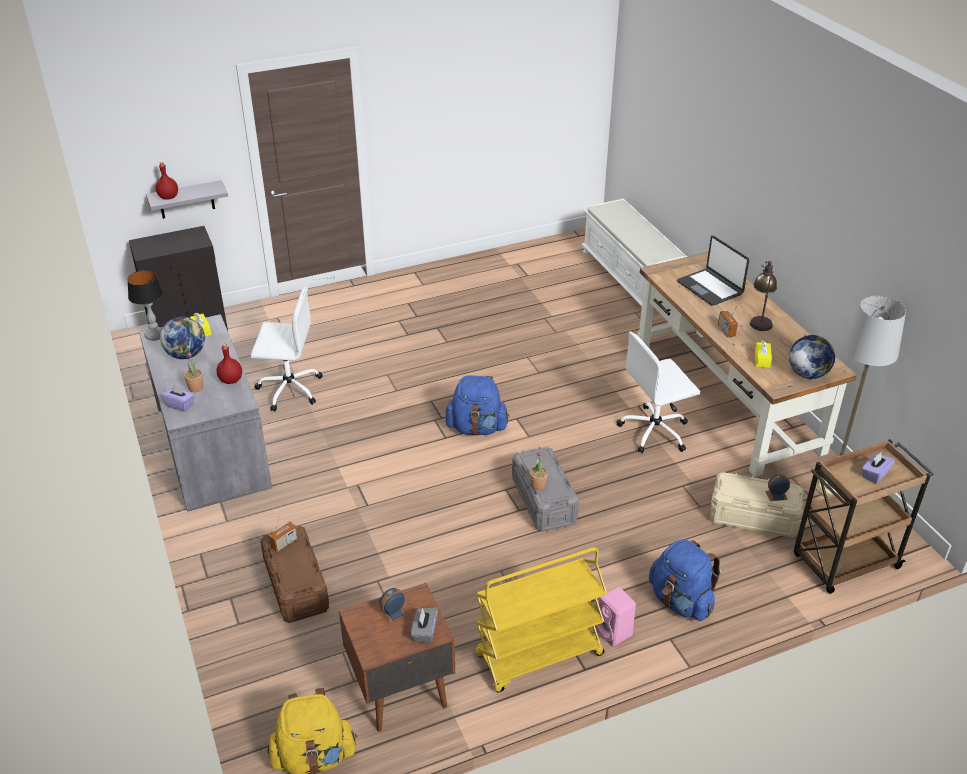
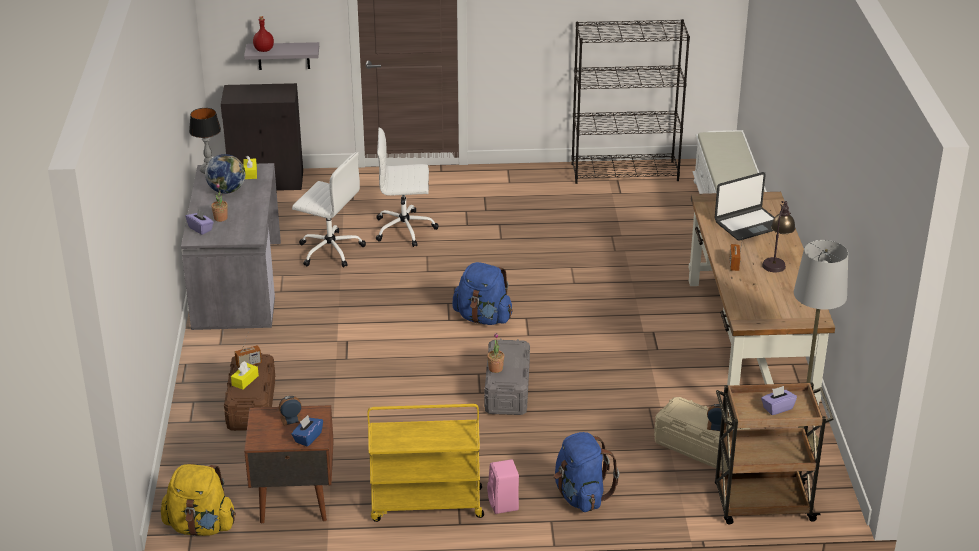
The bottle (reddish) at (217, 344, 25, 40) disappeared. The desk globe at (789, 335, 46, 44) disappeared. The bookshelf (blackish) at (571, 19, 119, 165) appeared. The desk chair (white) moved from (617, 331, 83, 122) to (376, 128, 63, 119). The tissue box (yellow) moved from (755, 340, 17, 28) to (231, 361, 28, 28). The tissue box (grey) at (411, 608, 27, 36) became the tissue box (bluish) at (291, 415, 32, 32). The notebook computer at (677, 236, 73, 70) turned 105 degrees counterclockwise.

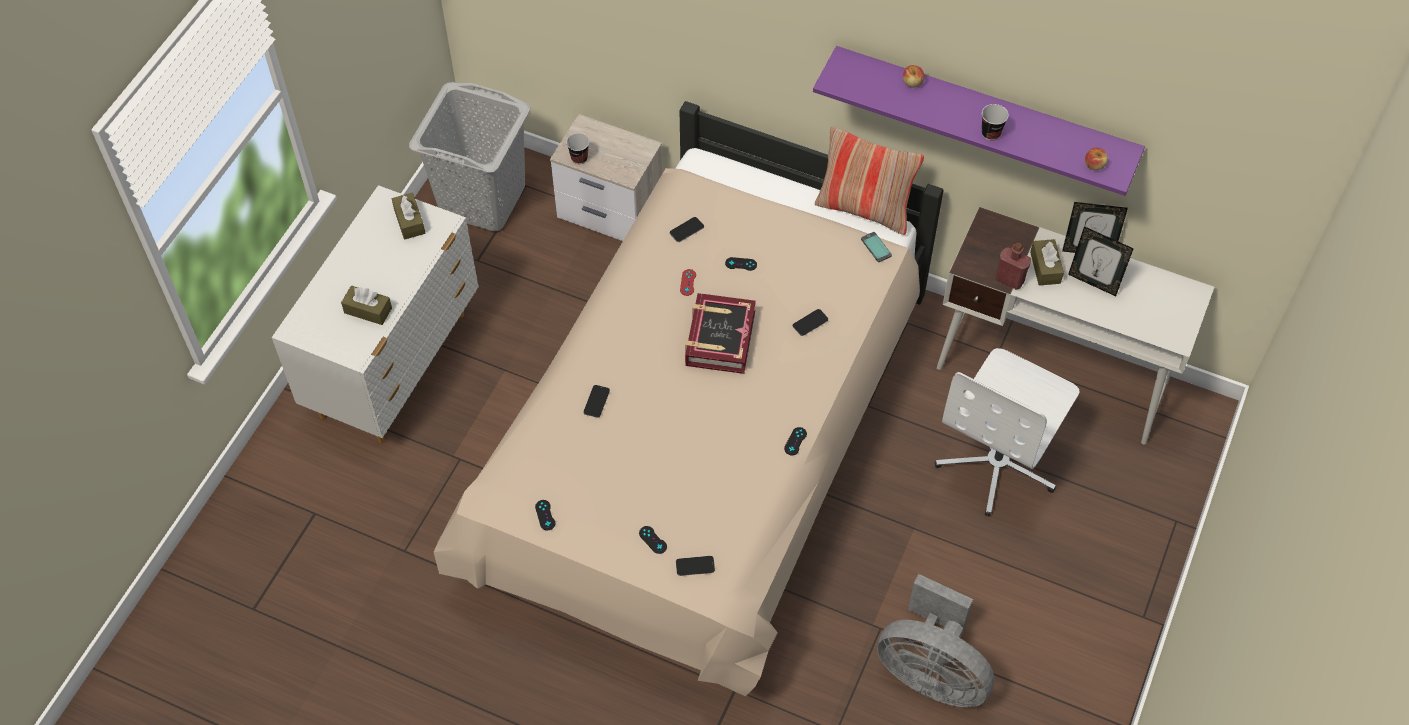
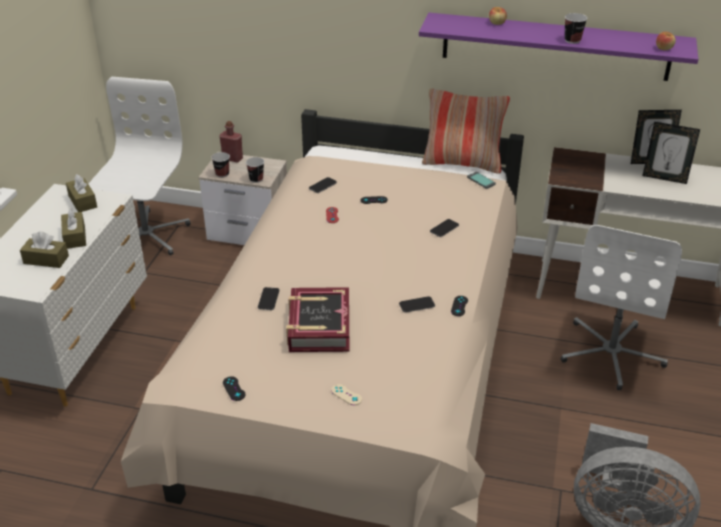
The cup at (246, 157, 18, 26) appeared. The telephone moved from (676, 556, 39, 20) to (399, 296, 36, 17). The bound book moved from (685, 293, 71, 81) to (286, 287, 63, 65). The bottle (reddish) moved from (996, 243, 35, 47) to (219, 121, 24, 42). The tissue box (brown-coloured) moved from (1030, 239, 34, 47) to (61, 208, 25, 41). The laundry basket (grey) at (409, 82, 121, 149) was replaced by the desk chair (white) at (89, 77, 102, 178). The gamepad (blackish) at (639, 526, 28, 28) became the gamepad (sand-coloured) at (331, 384, 31, 21).

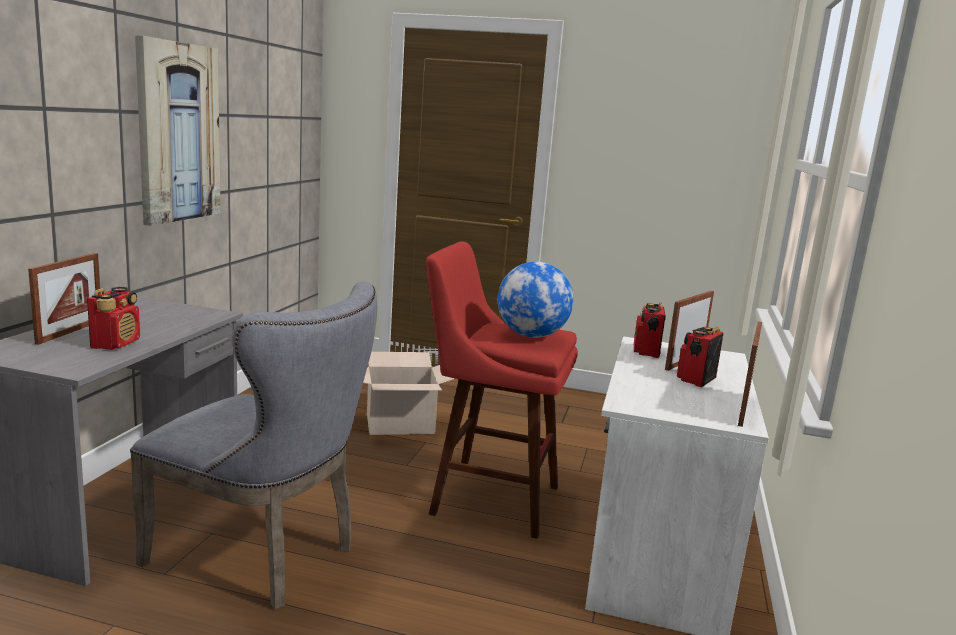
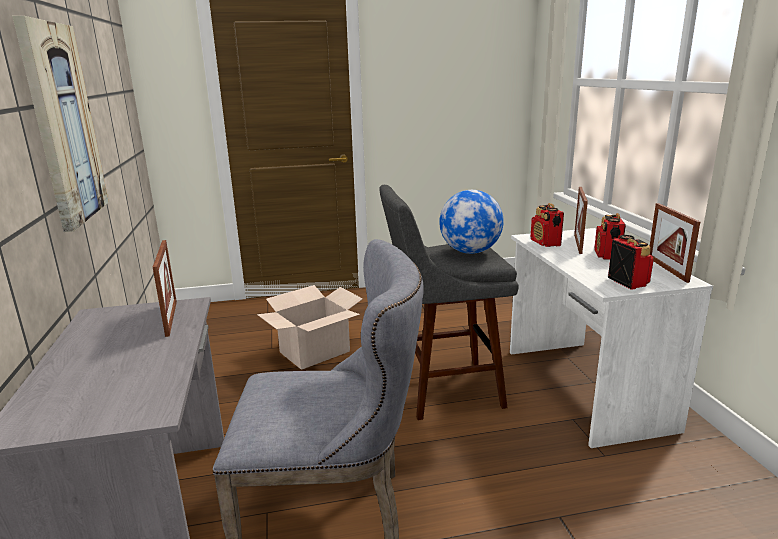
The photo frame moved from (28, 253, 73, 92) to (153, 240, 24, 97). The radio receiver moved from (87, 287, 53, 63) to (608, 235, 46, 55). The stool seat (reddish) at (426, 241, 152, 298) became the stool seat (grey) at (379, 185, 140, 235).

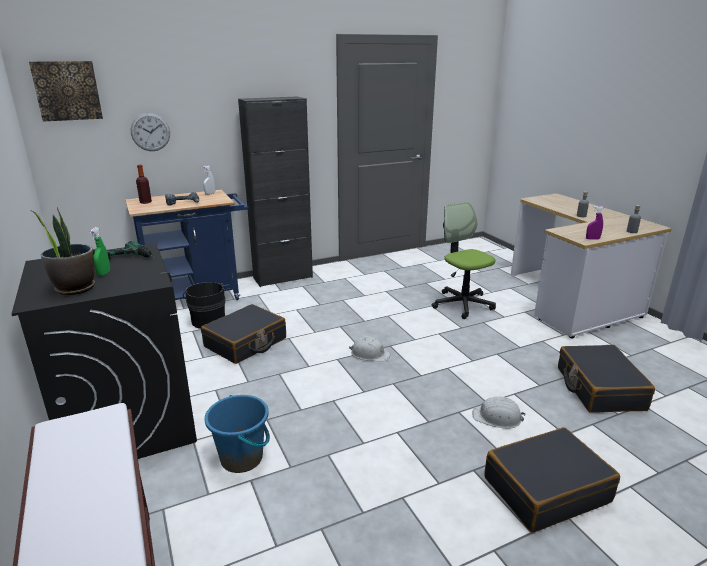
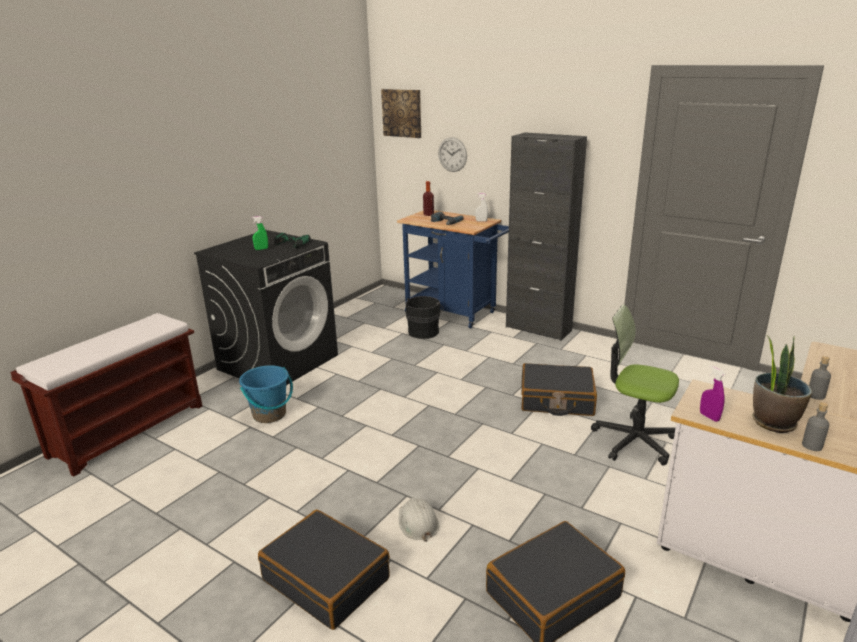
The hard hat (white) at (349, 336, 42, 26) disappeared. The potted plant moved from (32, 207, 63, 88) to (752, 336, 60, 97). The suitcase (blackish) moved from (201, 304, 85, 60) to (521, 363, 76, 53). The desk chair at (432, 201, 64, 118) turned 90 degrees counterclockwise.

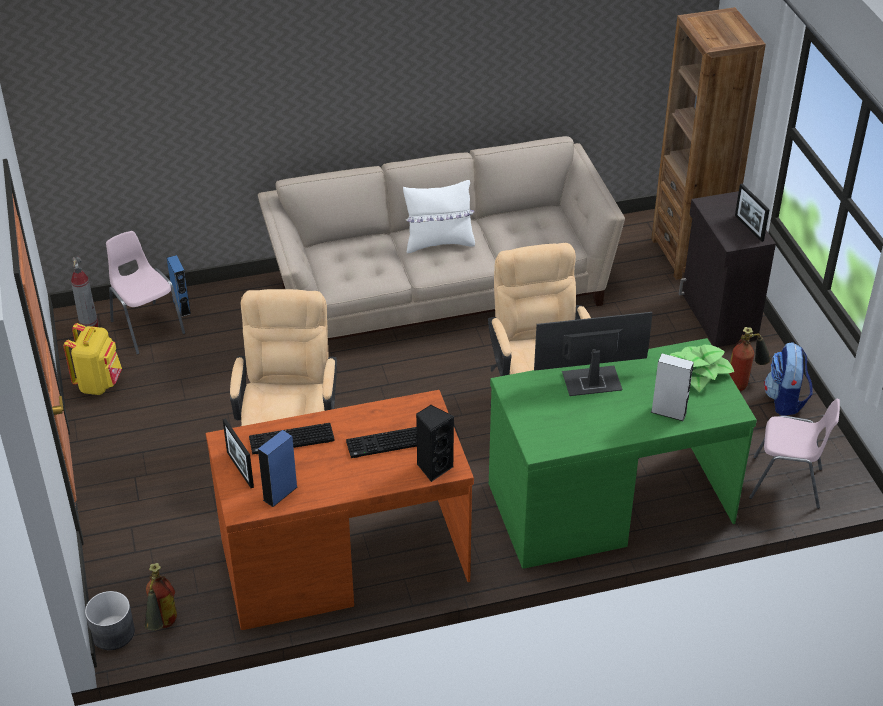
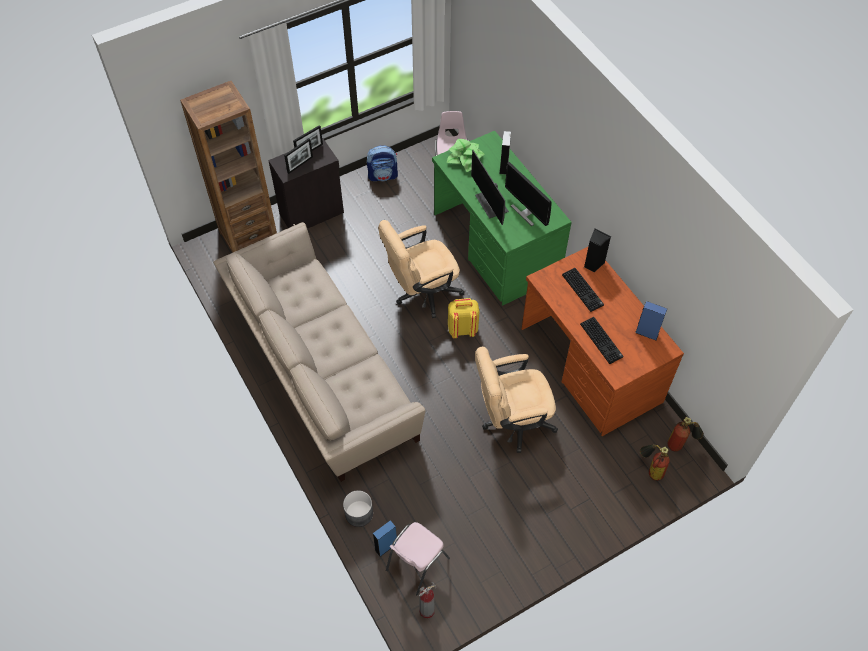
The pillow (white) at (403, 180, 72, 73) disappeared. The computer display at (505, 162, 47, 64) appeared. The backpack (yellow) moved from (64, 323, 58, 72) to (448, 298, 31, 40). The flower pot (grey) moved from (85, 591, 50, 59) to (343, 490, 30, 37). The photo frame moved from (223, 418, 31, 70) to (284, 138, 29, 36). The fire-fighting cylinder moved from (729, 327, 42, 64) to (640, 444, 30, 37).

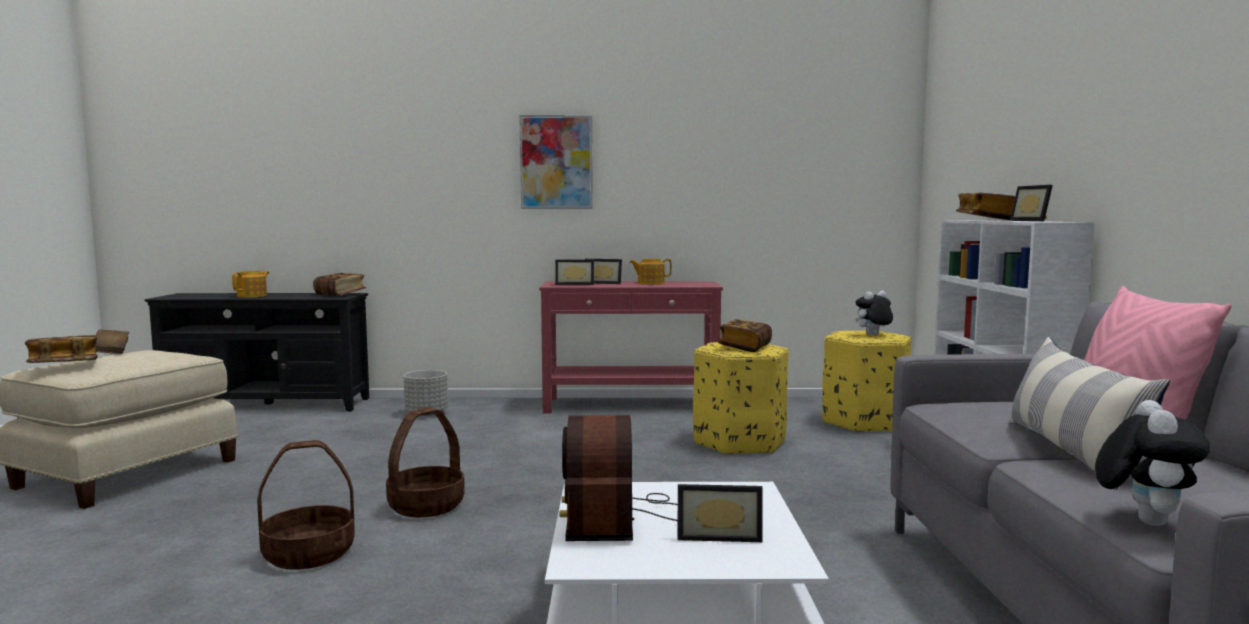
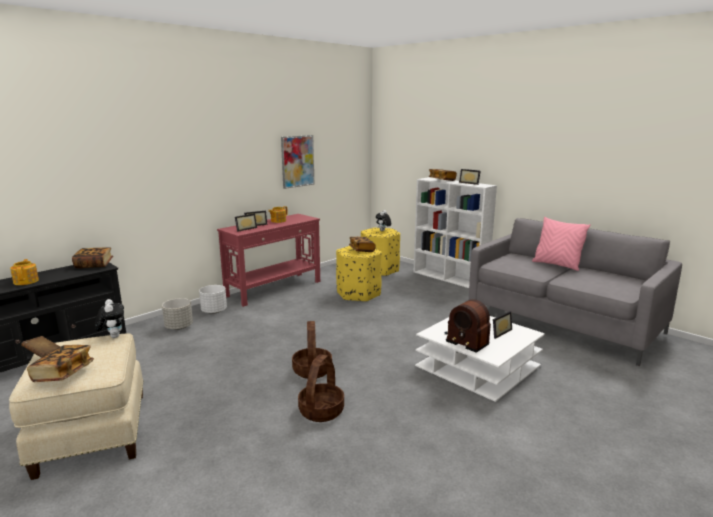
The pillow at (1008, 337, 162, 153) disappeared. The flower pot (white) at (199, 285, 28, 29) appeared. The picture moved from (519, 115, 74, 94) to (281, 135, 34, 54). The cuddly toy moved from (1095, 400, 115, 126) to (95, 299, 29, 39).

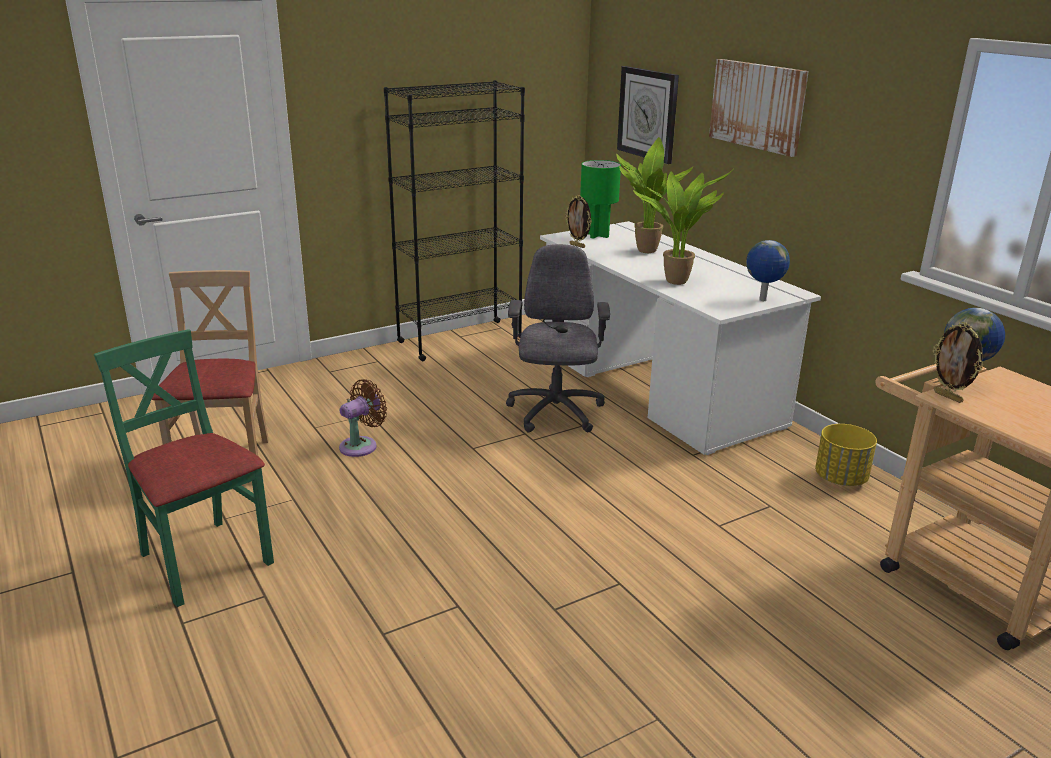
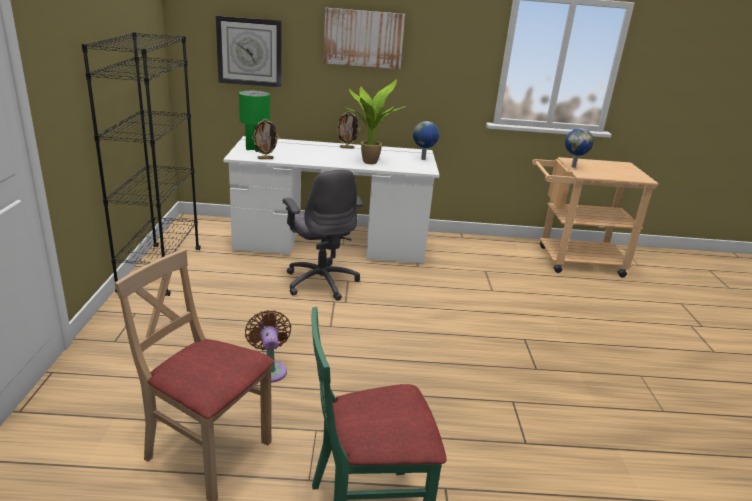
The potted plant at (616, 137, 77, 116) disappeared. The flower pot (yellow) at (815, 424, 62, 62) disappeared. The photo frame moved from (933, 322, 50, 81) to (336, 111, 24, 38). The desk chair (grey) at (506, 244, 104, 189) turned 150 degrees counterclockwise.

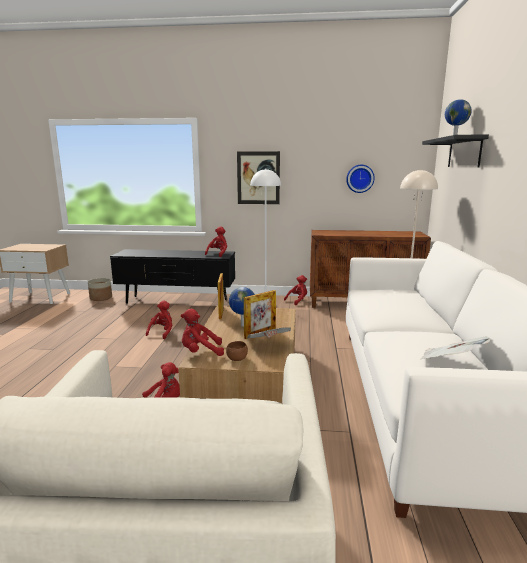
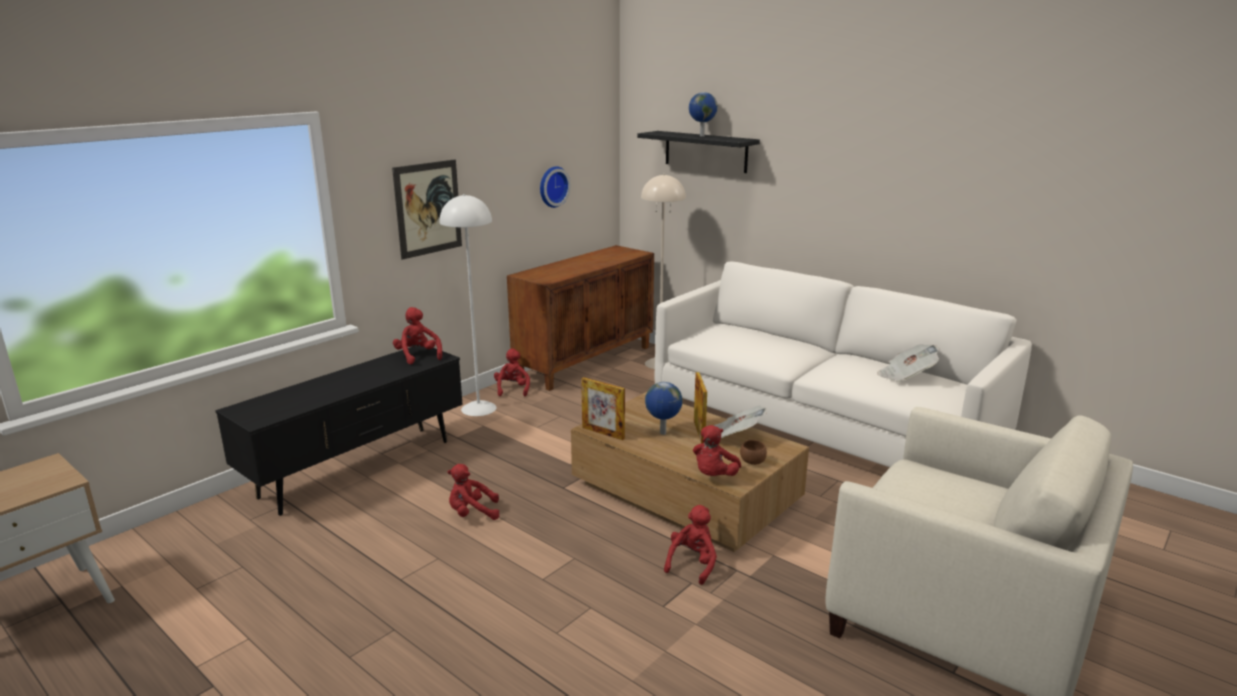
The flower pot at (88, 278, 24, 23) disappeared. The cuddly toy (reddish) at (146, 300, 26, 39) turned 60 degrees counterclockwise.

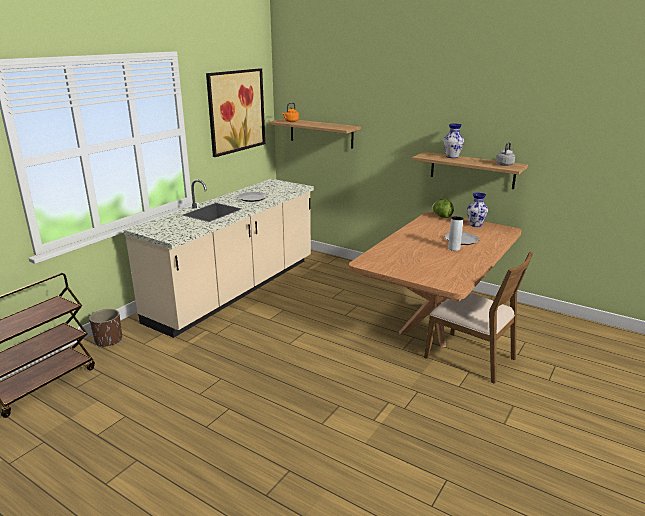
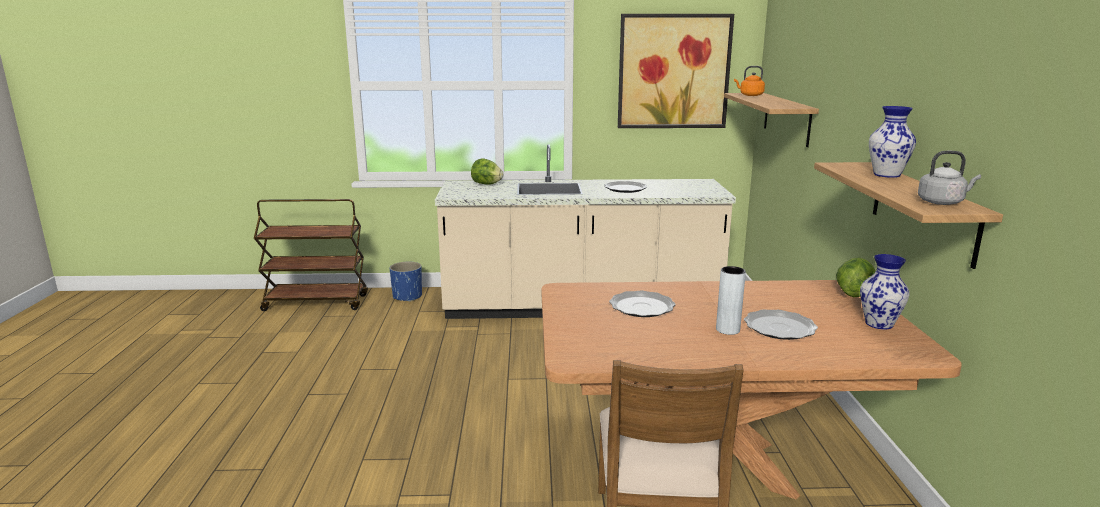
The lettuce at (471, 159, 32, 26) appeared. The dinner plate at (609, 291, 67, 26) appeared. The flower pot (brown-coloured) at (89, 309, 33, 39) became the flower pot (bluish) at (390, 262, 32, 40).

